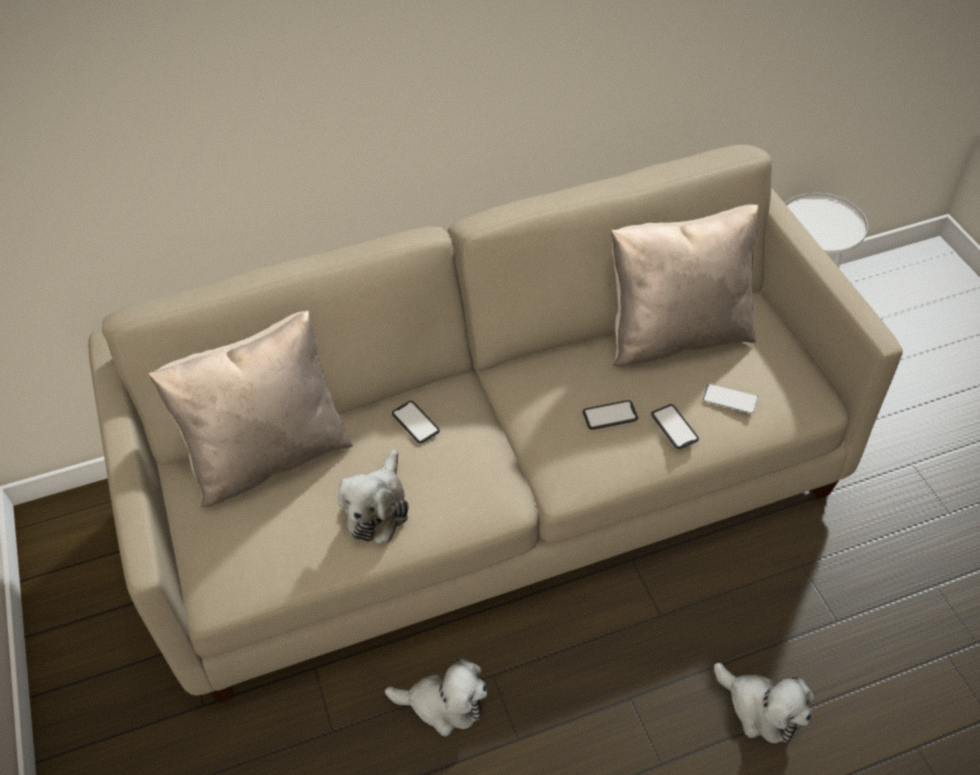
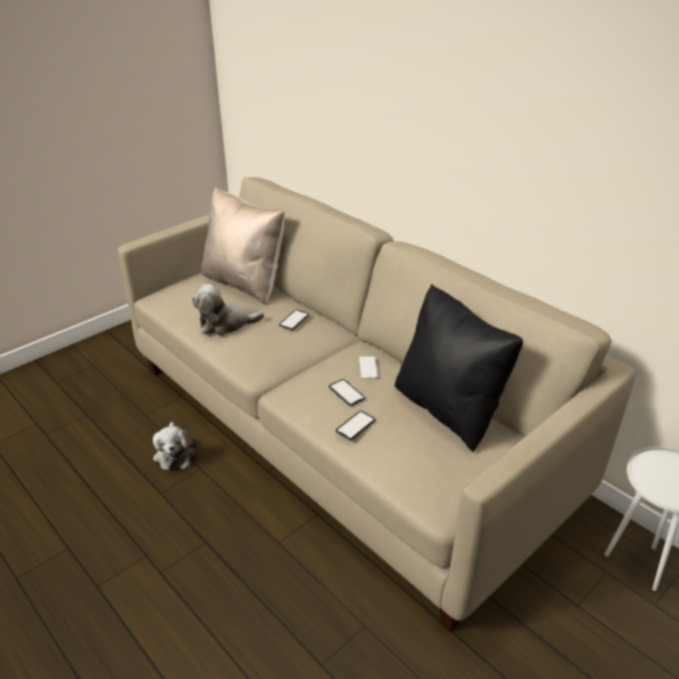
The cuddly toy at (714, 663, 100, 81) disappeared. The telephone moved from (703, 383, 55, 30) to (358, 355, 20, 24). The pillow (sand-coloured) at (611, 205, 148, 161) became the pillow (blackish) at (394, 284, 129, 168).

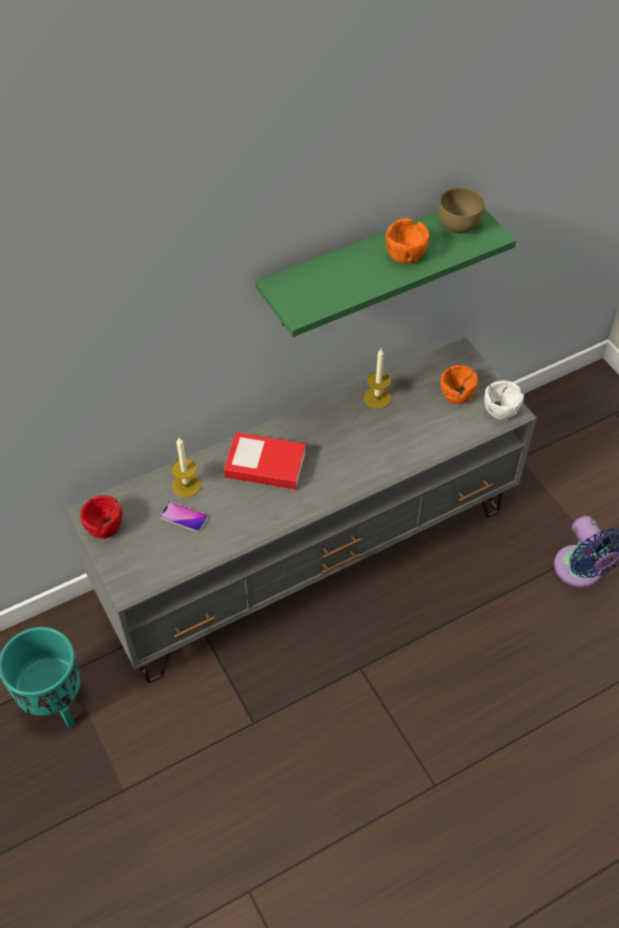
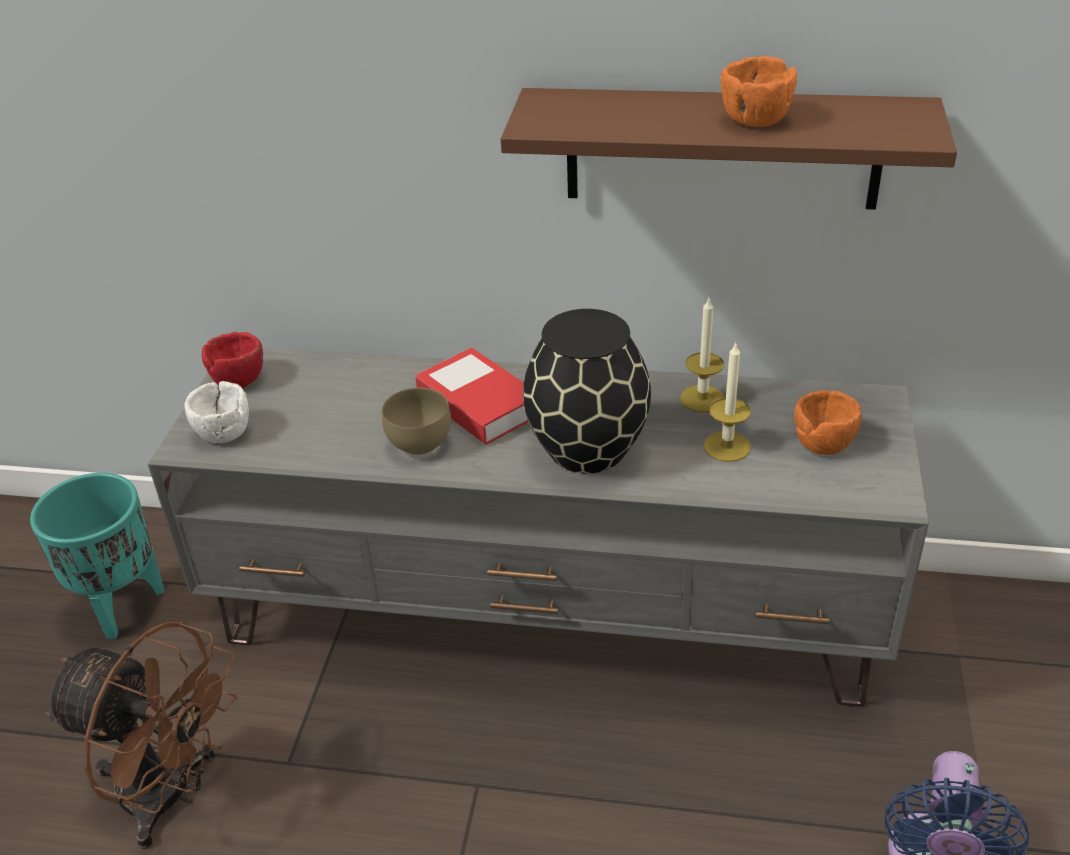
The telephone at (160, 501, 48, 31) disappeared. The electric fan (brown-coloured) at (45, 622, 193, 227) appeared. The vase (blackish) at (523, 309, 128, 164) appeared. The wax light moved from (171, 438, 30, 59) to (703, 342, 48, 120). The serving bowl (brown-coloured) moved from (438, 187, 47, 47) to (382, 388, 69, 67). The serving bowl (white) moved from (484, 380, 40, 40) to (184, 381, 65, 62). The bracket shelf (green) at (255, 209, 261, 128) became the bracket shelf (brown-coloured) at (501, 88, 456, 122).

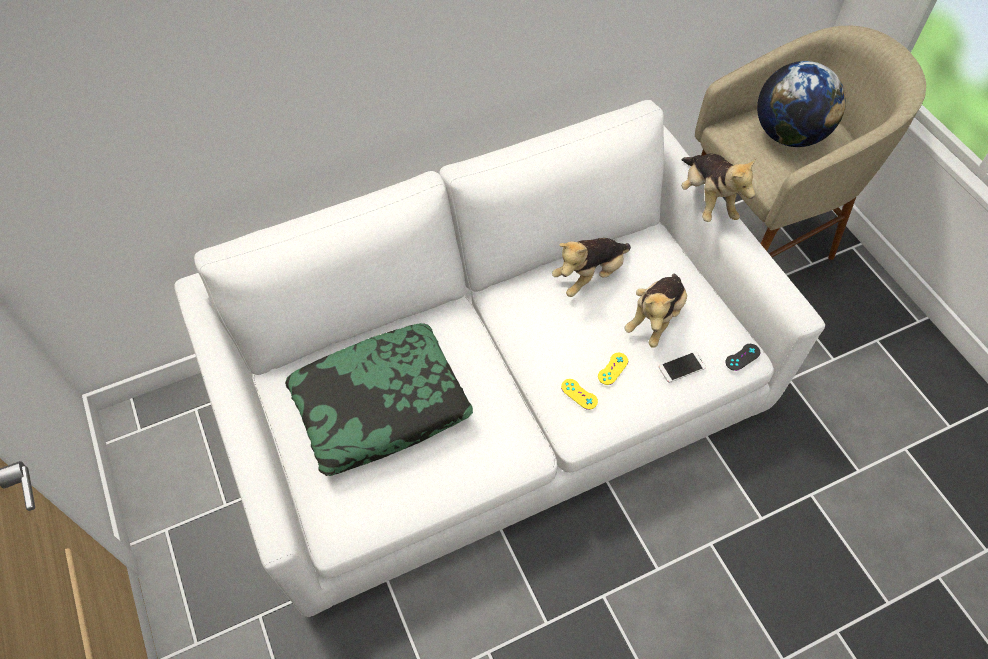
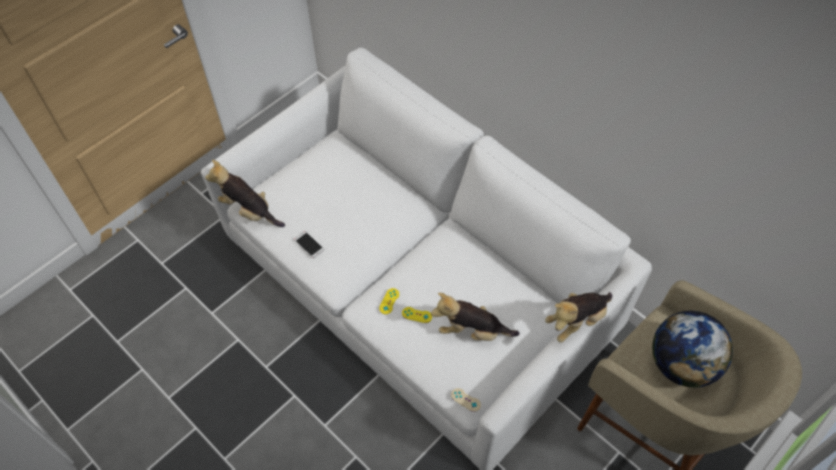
The pillow at (285, 323, 188, 153) disappeared. The cuddly toy moved from (552, 238, 79, 59) to (205, 160, 80, 67). The telephone moved from (659, 351, 47, 32) to (294, 231, 30, 27). The gamepad (blackish) at (725, 344, 35, 27) became the gamepad (sand-coloured) at (451, 388, 30, 24).

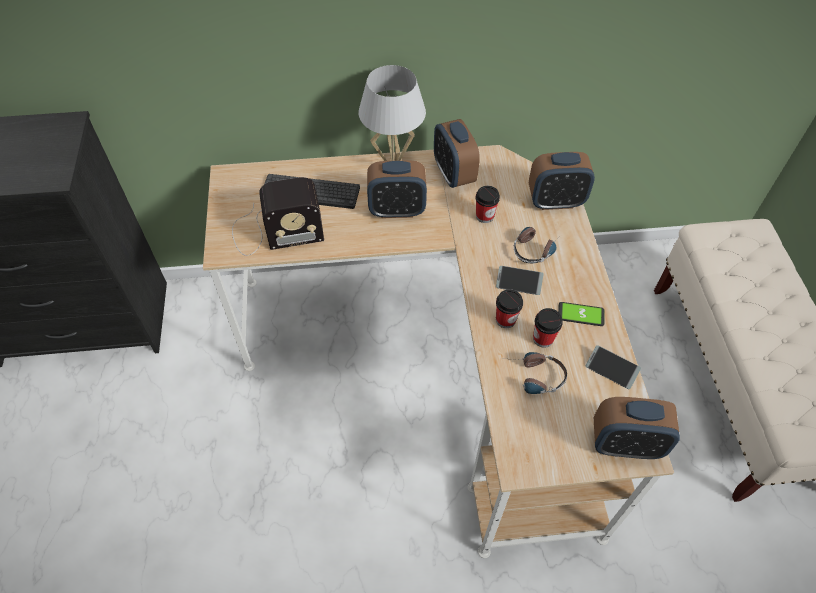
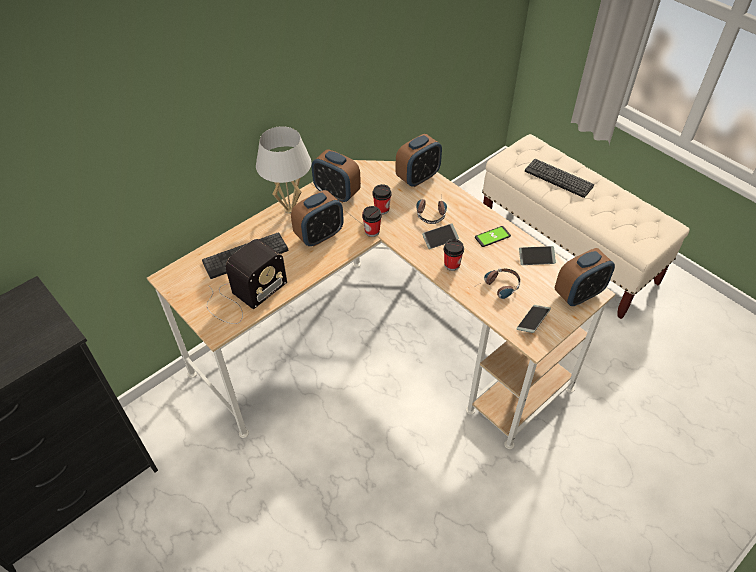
The telephone at (516, 305, 35, 28) appeared. The keyboard at (525, 159, 69, 39) appeared. The cup moved from (533, 308, 30, 40) to (362, 206, 20, 31).

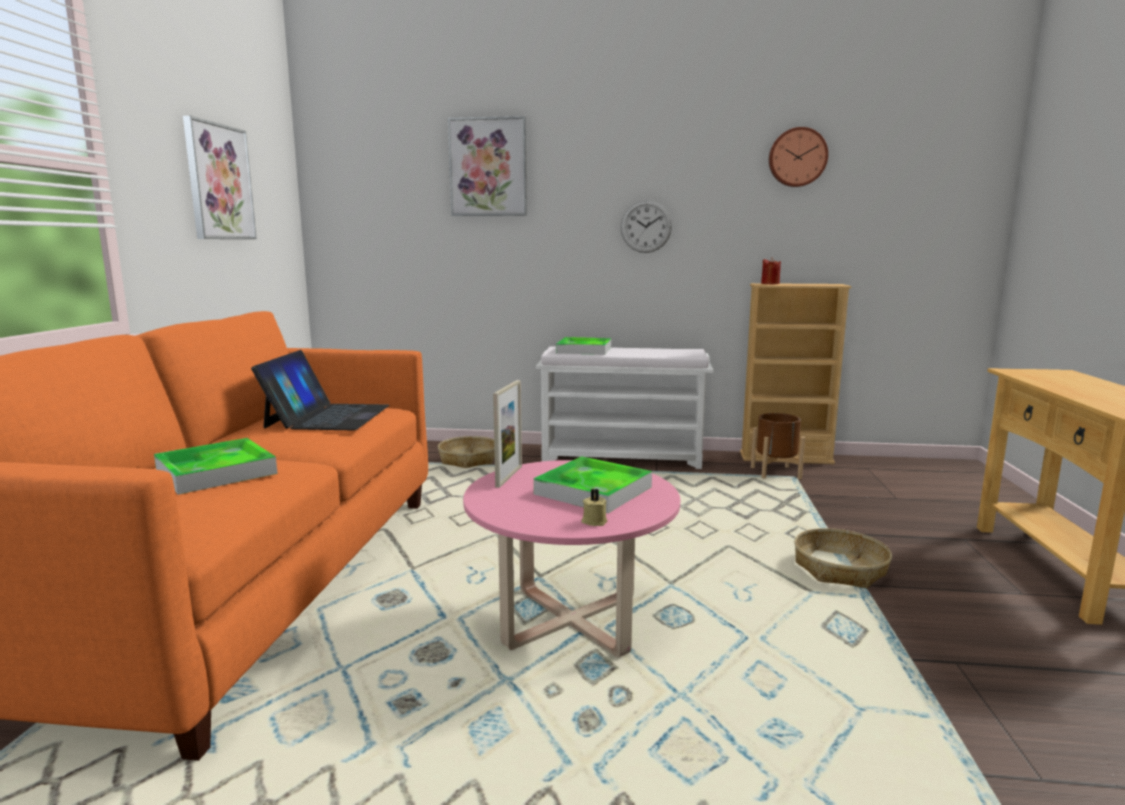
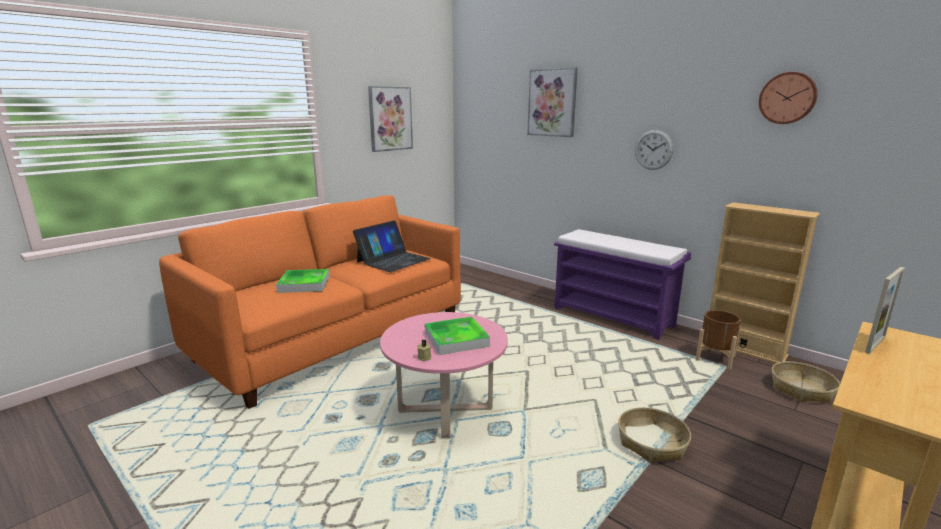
The tray at (556, 337, 55, 18) disappeared. The wax light (reddish) at (761, 257, 20, 27) disappeared. The storage basket moved from (438, 436, 57, 32) to (771, 361, 69, 42). The photo frame moved from (493, 380, 29, 108) to (865, 267, 40, 87). The bench (white) at (536, 346, 177, 123) became the bench (purple-coloured) at (554, 229, 137, 111).

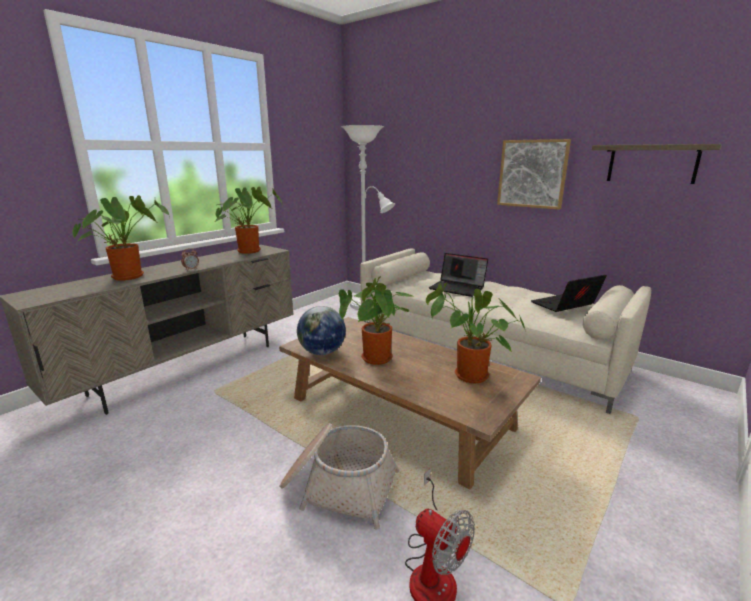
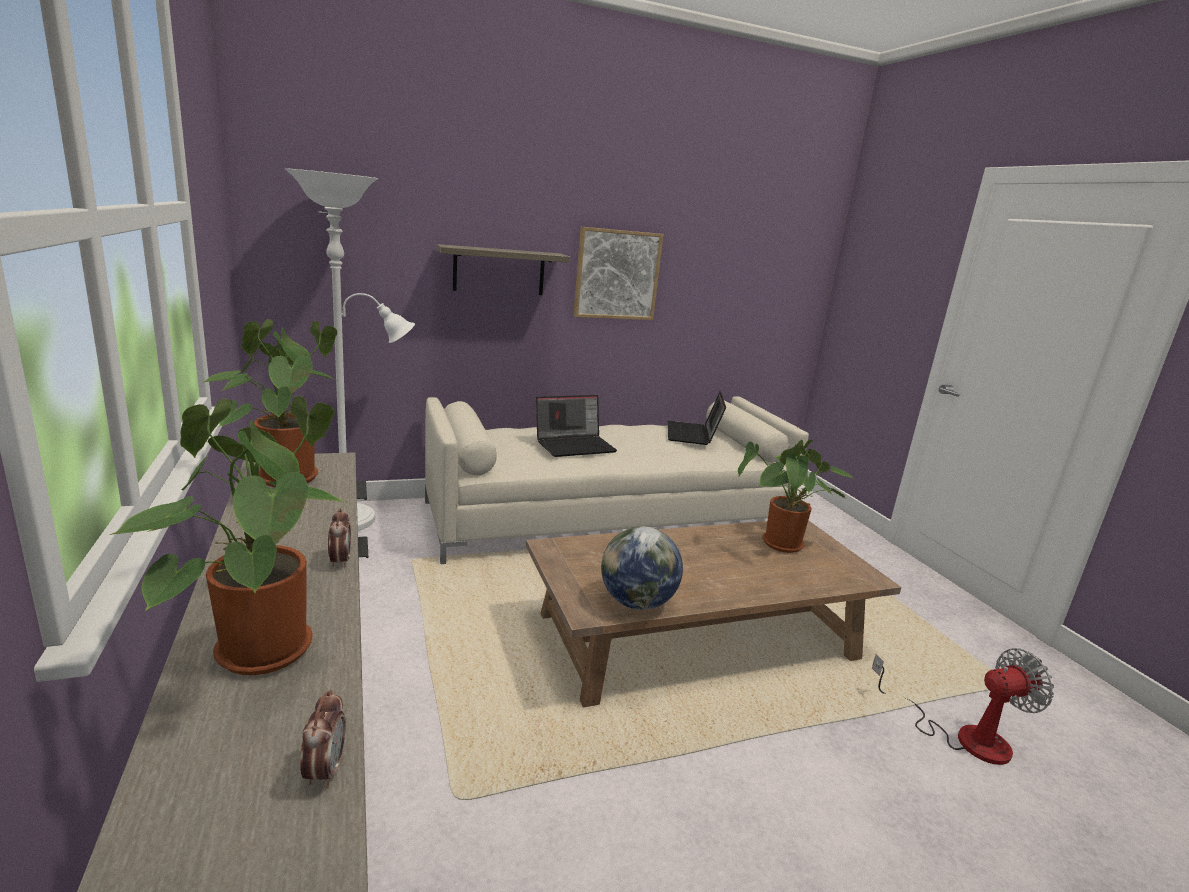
The storage basket at (279, 423, 120, 107) disappeared. The potted plant at (339, 276, 76, 89) disappeared. The table clock at (300, 690, 46, 98) appeared. The bracket shelf moved from (592, 144, 130, 40) to (437, 244, 133, 51).

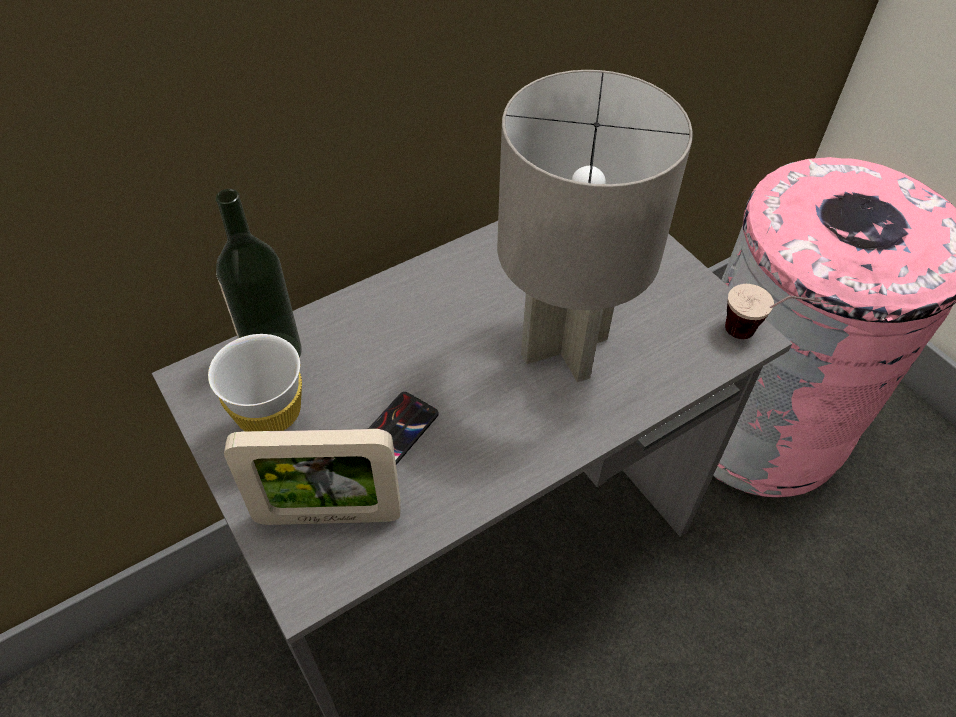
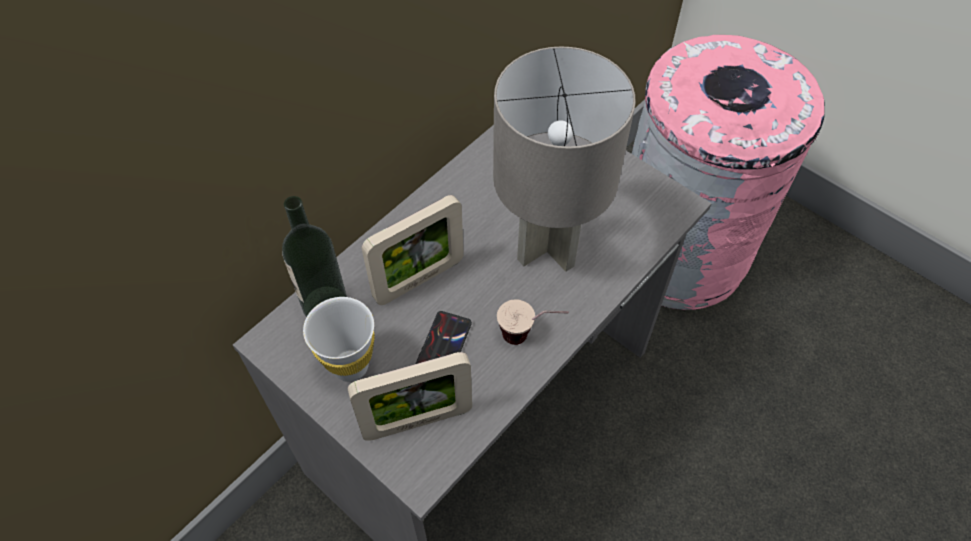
The photo frame at (362, 195, 102, 110) appeared. The cup moved from (725, 284, 96, 55) to (497, 300, 72, 45).

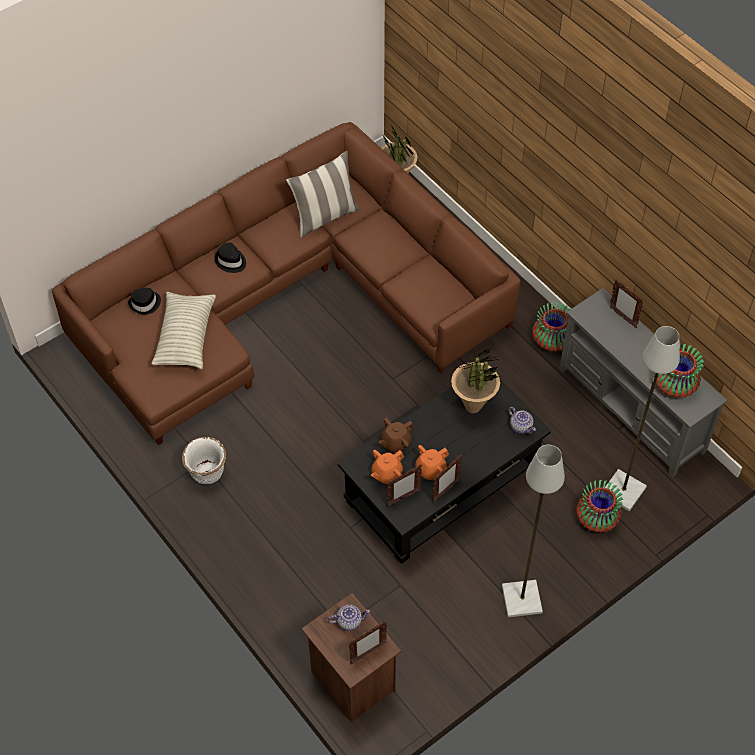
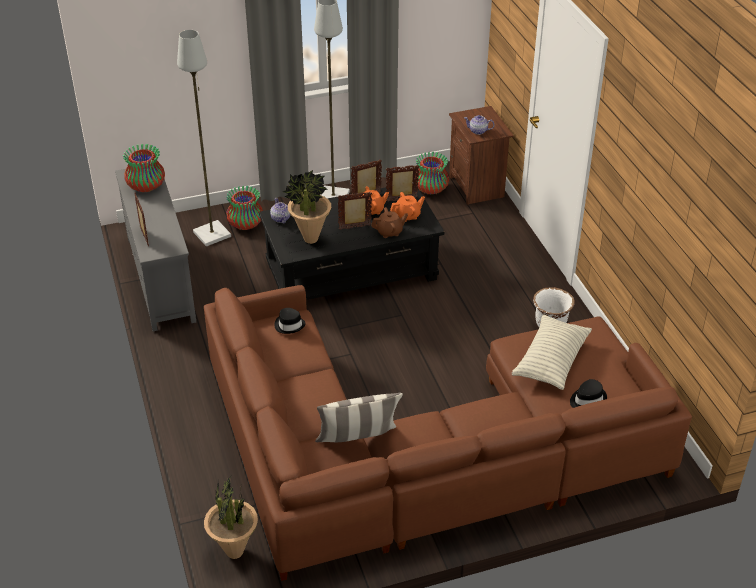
The hat (blackish) moved from (215, 242, 31, 31) to (274, 308, 32, 26). The photo frame moved from (348, 620, 39, 44) to (338, 192, 34, 38). The vase moved from (532, 302, 38, 49) to (416, 152, 33, 43).

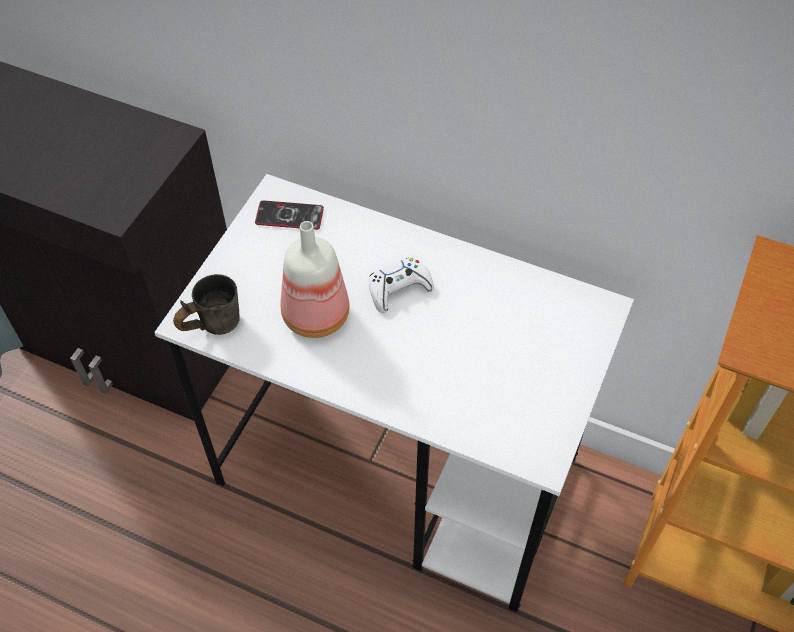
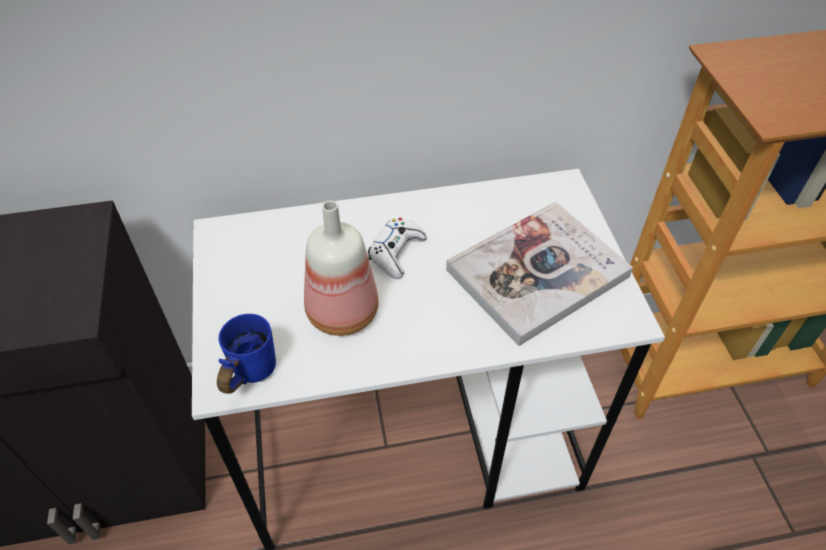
The telephone at (255, 201, 69, 29) disappeared. The bound book at (446, 202, 187, 144) appeared. The mug (grey) at (173, 274, 67, 61) became the mug (bluish) at (217, 314, 59, 80).

